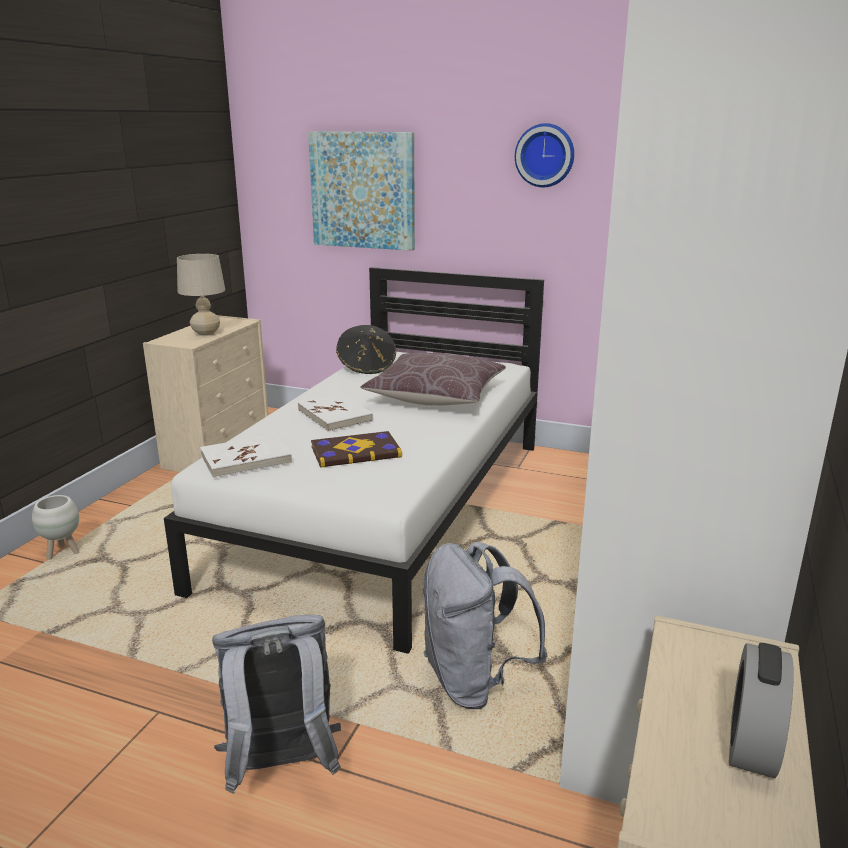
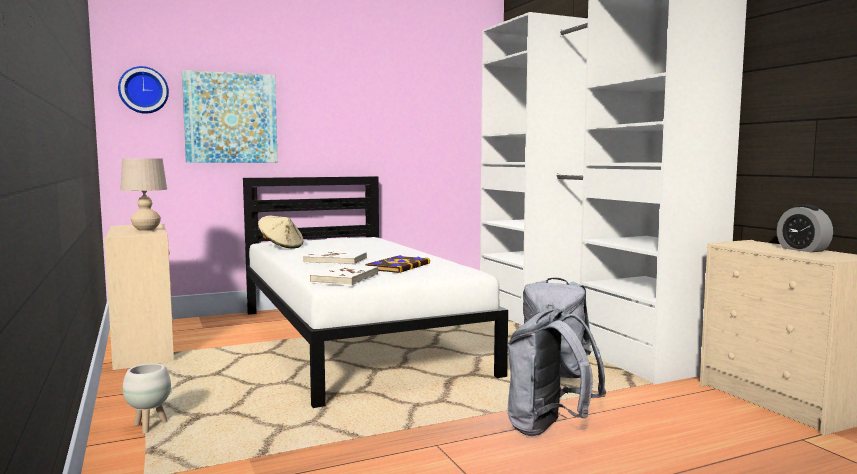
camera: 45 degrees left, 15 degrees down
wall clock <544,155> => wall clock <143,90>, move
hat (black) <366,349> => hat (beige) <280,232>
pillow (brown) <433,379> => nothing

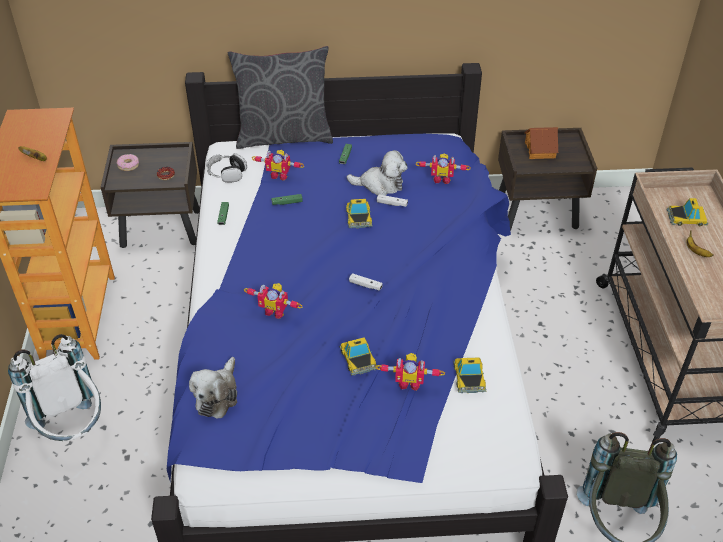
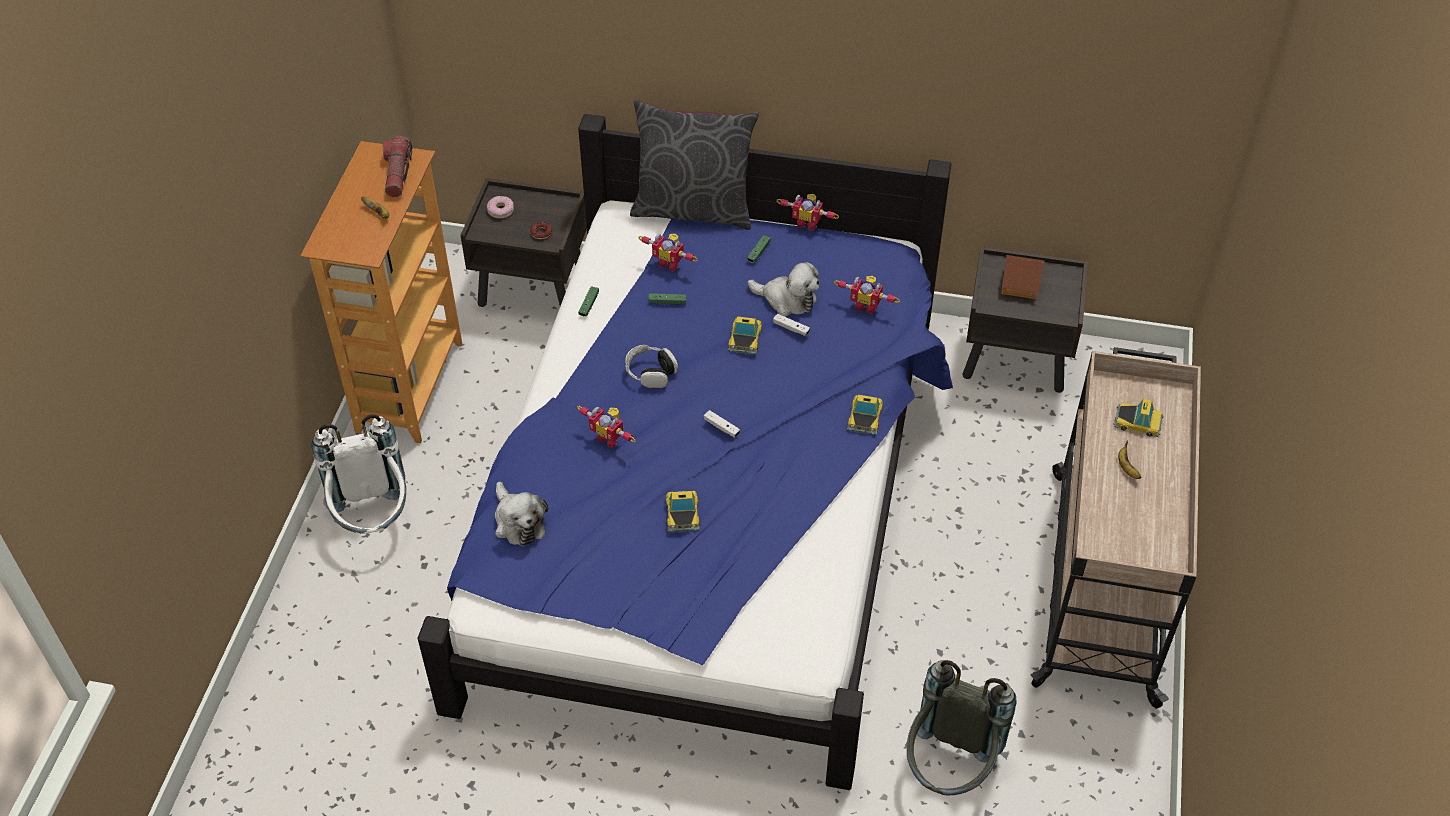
camera: 15 degrees right, 5 degrees up
headphones <227,168> => headphones <651,366>, move
toy robot <410,371> => toy robot <807,212>, move
plush toy <213,387> => plush toy <521,514>, 60 degrees counterclockwise
toy car <469,375> => toy car <865,415>, move
nothing => flashlight <398,166>

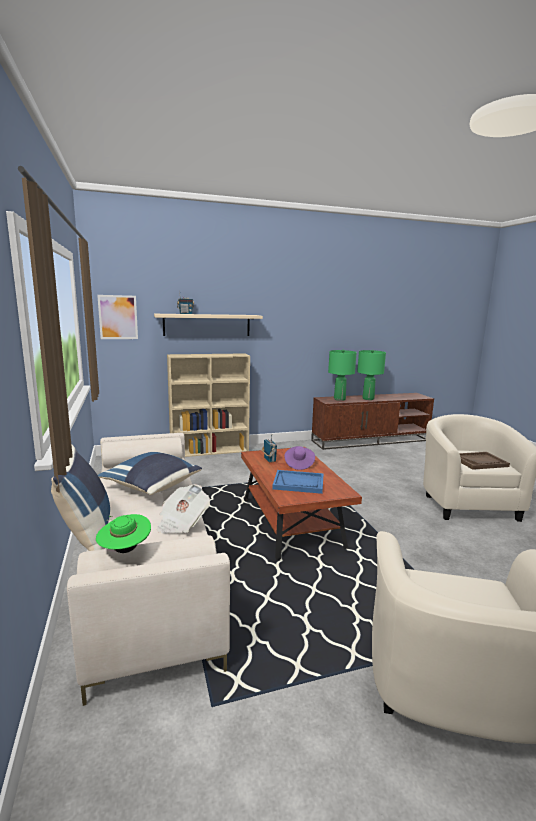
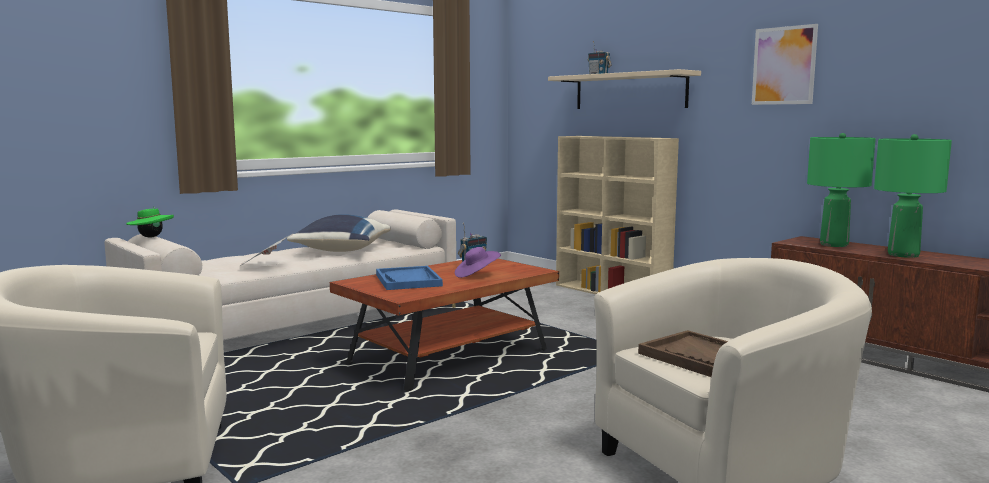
camera: 65 degrees right, 5 degrees down
picture <117,317> => picture <785,64>, move
pillow (blue) <80,497> => nothing

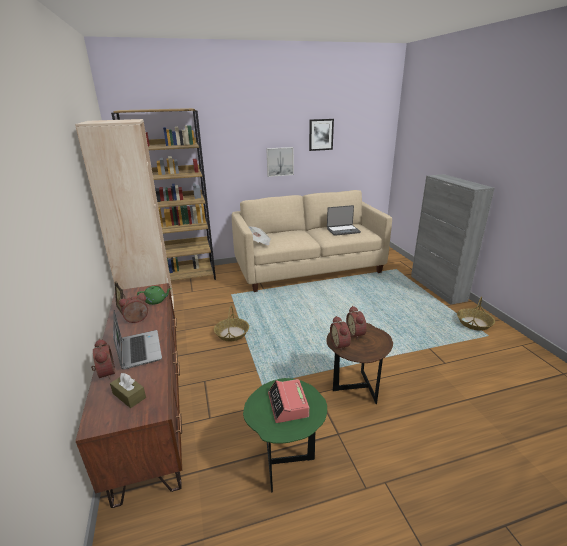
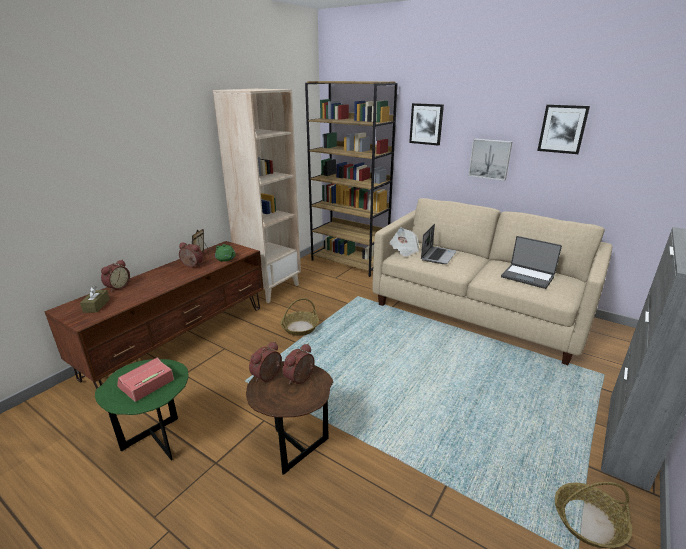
camera: 50 degrees right, 0 degrees up
laptop <137,340> => laptop <439,244>, move
nothing => picture <426,124>

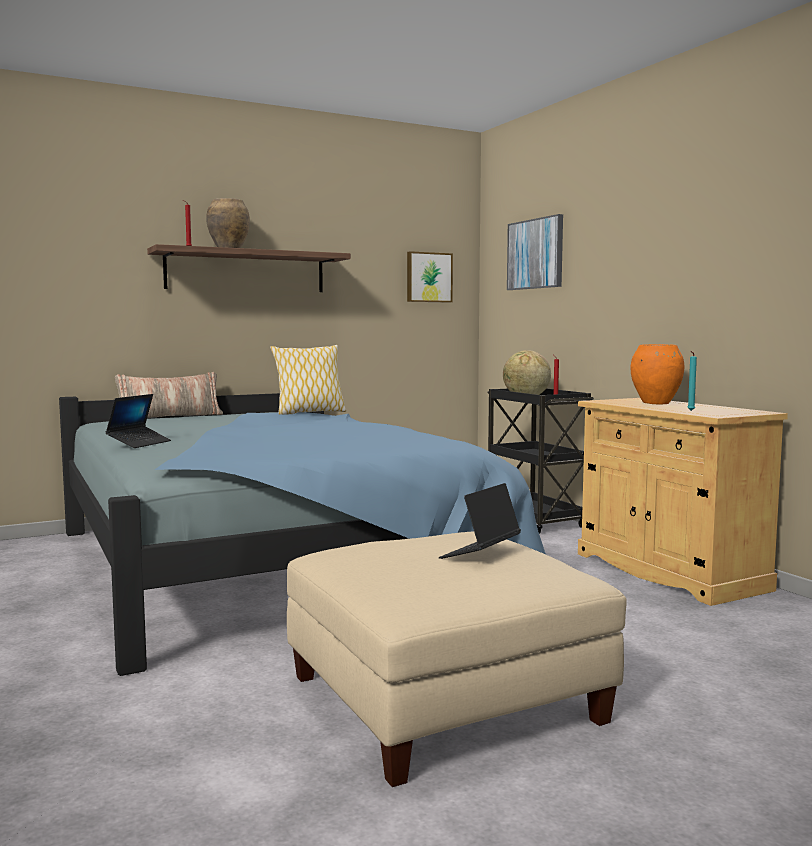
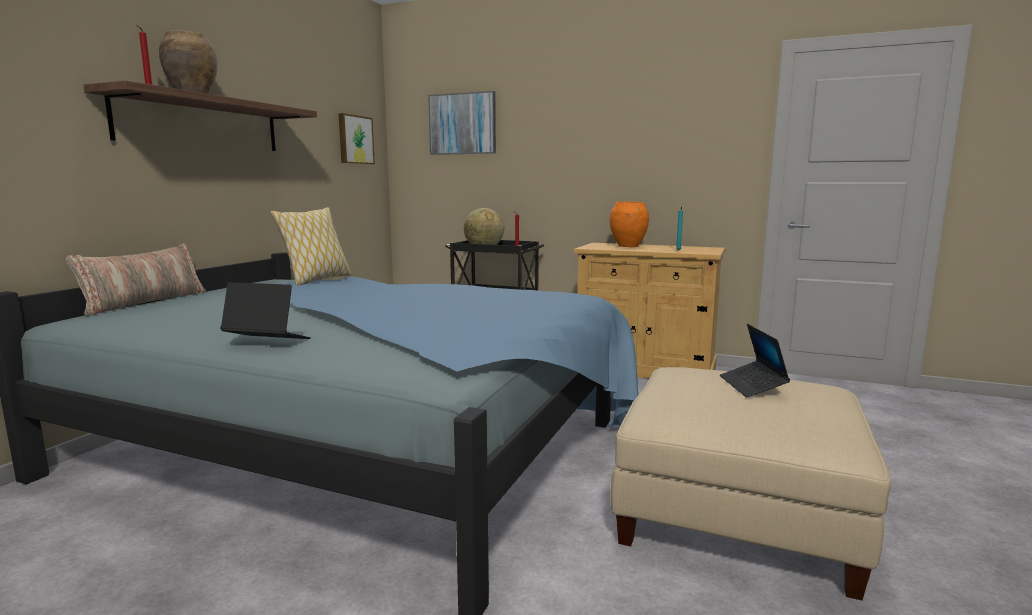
camera: 40 degrees left, 5 degrees up
laptop <138,421> => laptop <265,310>, 60 degrees counterclockwise

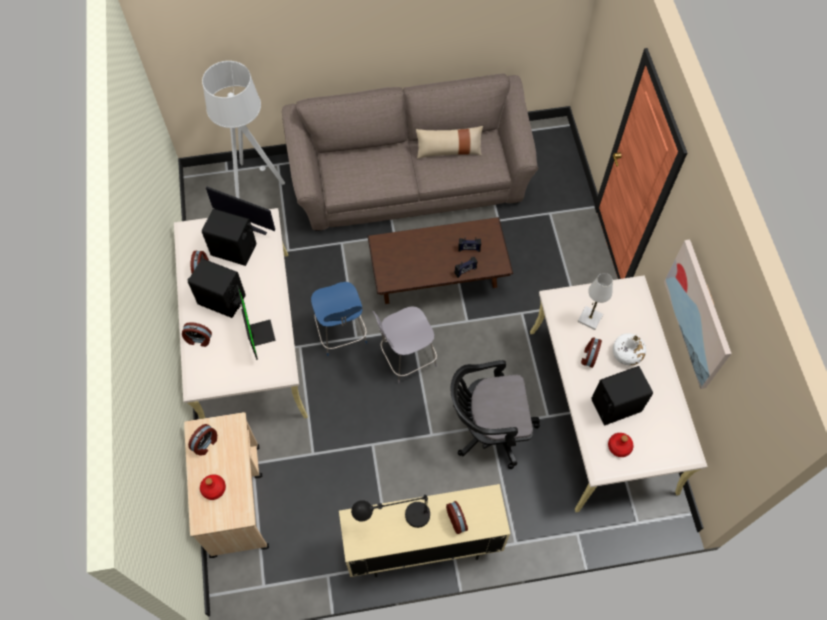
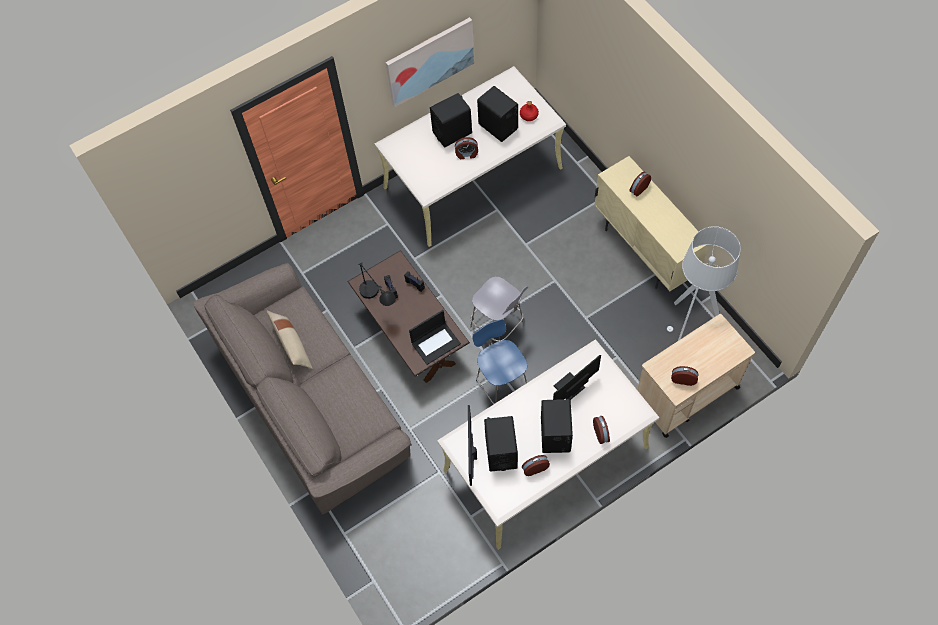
camera: 110 degrees left, 0 degrees up
floor lamp (grey) <243,130> => floor lamp (grey) <704,283>, move
table lamp (white) <595,301> => nothing
chair (blue) <339,319> => chair (blue) <500,361>, 75 degrees counterclockwise
bottle (white) <629,349> => speaker (black) <451,120>
office chair (black) <495,414> => nothing
bottle (red) <213,487> => nothing
table lamp (black) <390,511> => table lamp (black) <377,284>, move
nothing => laptop <435,337>

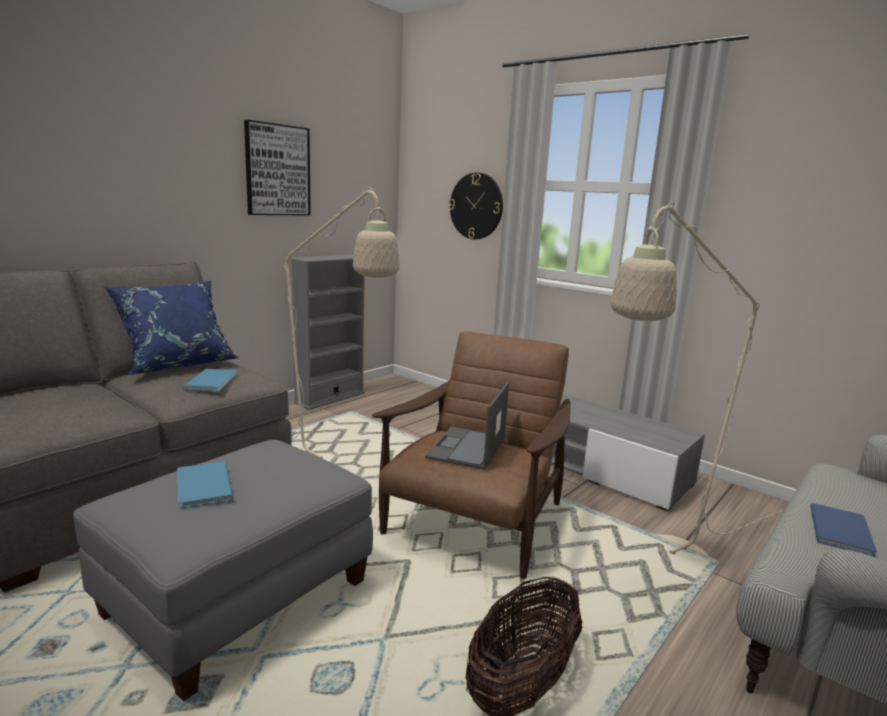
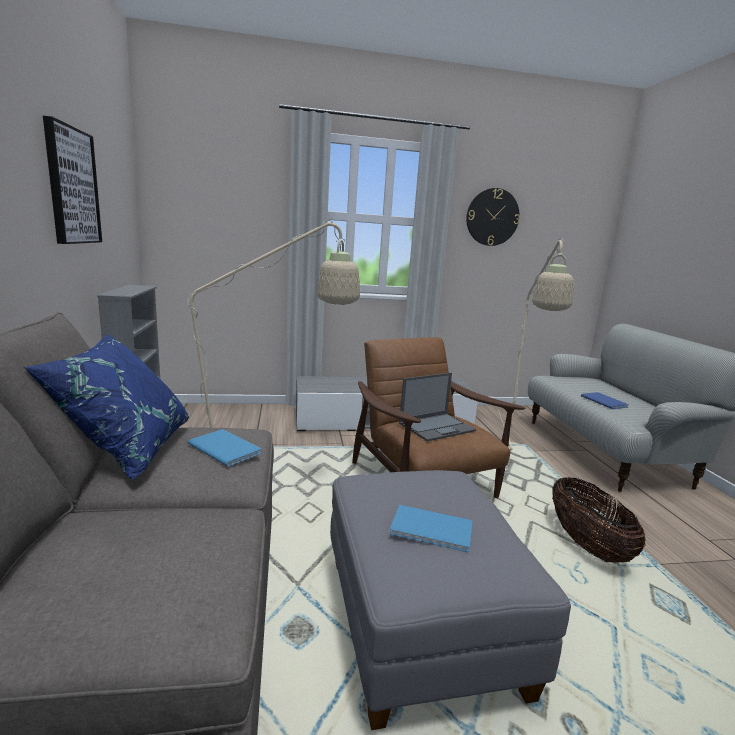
camera: 50 degrees left, 0 degrees up
wall clock <476,205> => wall clock <493,217>, move
laptop <467,426> => laptop <437,407>, 90 degrees counterclockwise

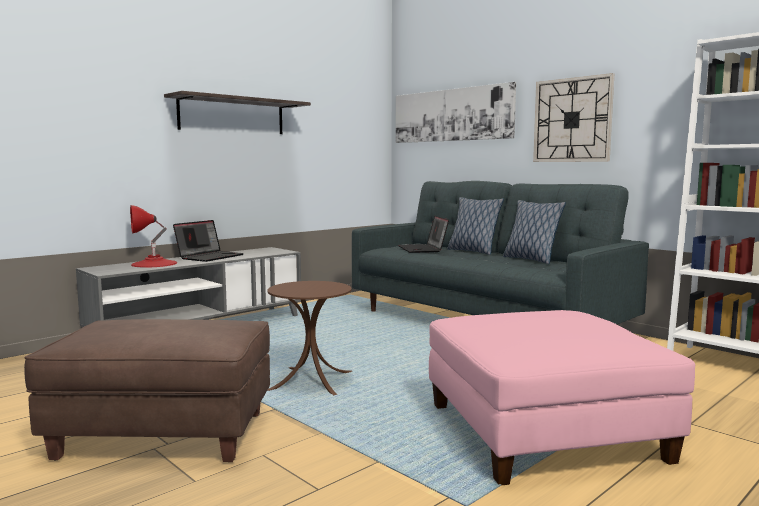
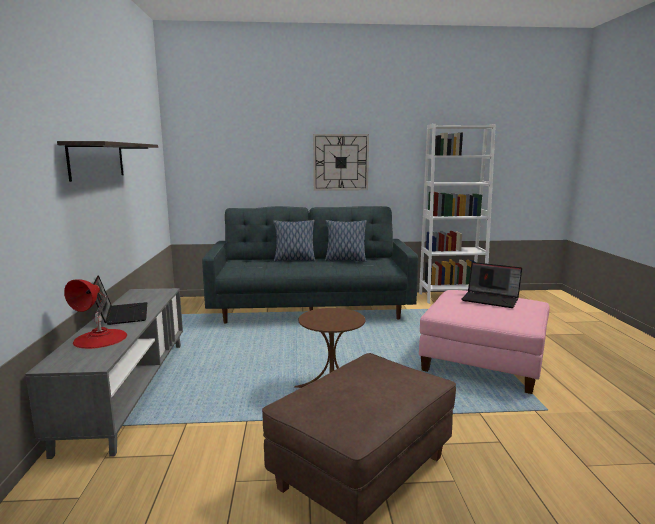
camera: 50 degrees left, 5 degrees up
picture <456,112> => nothing
laptop <423,234> => laptop <491,285>, move

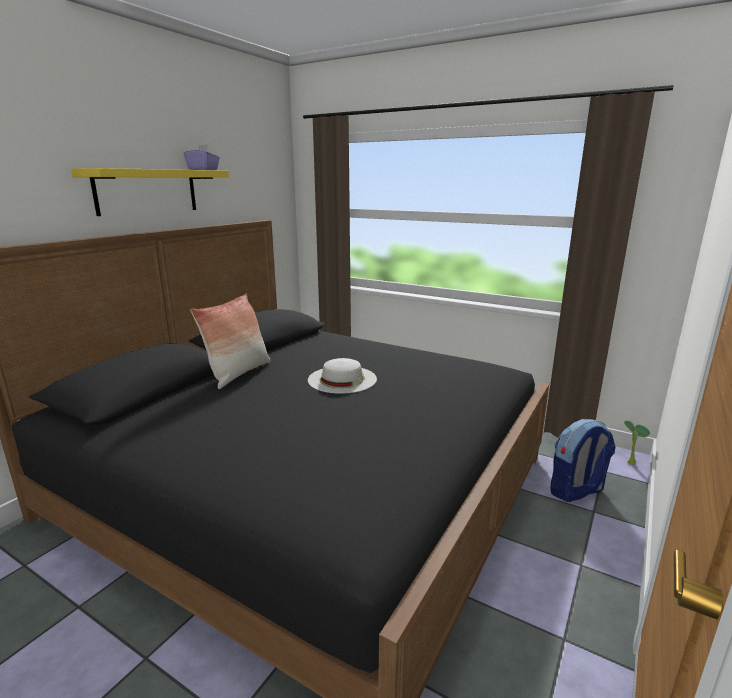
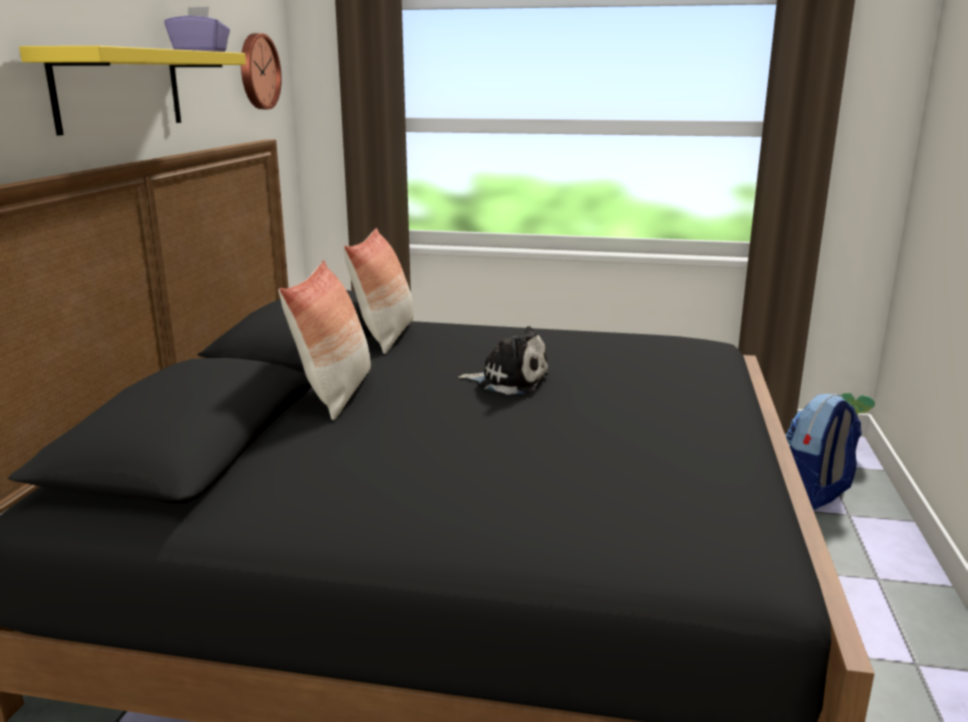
camera: 20 degrees left, 0 degrees up
hat (white) <342,376> => plush toy <503,360>
nothing => wall clock <261,71>
nothing => pillow <378,291>

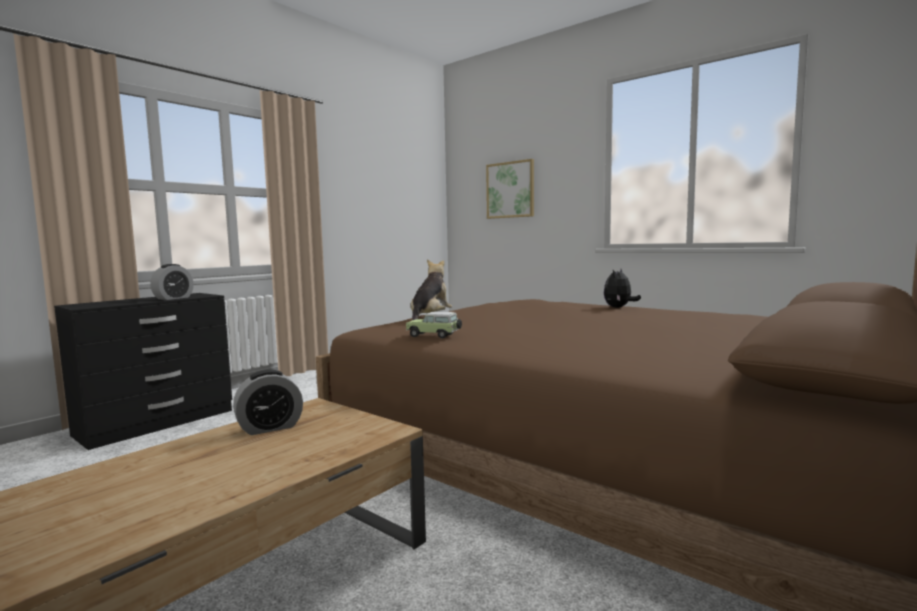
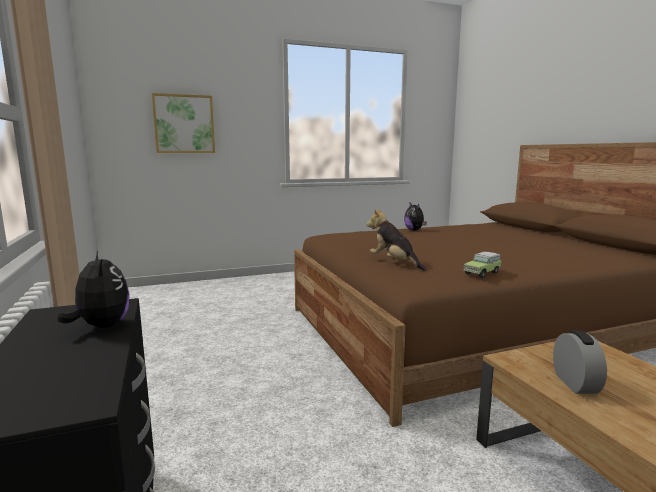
camera: 60 degrees left, 5 degrees up
alarm clock <172,282> => plush toy <94,289>

